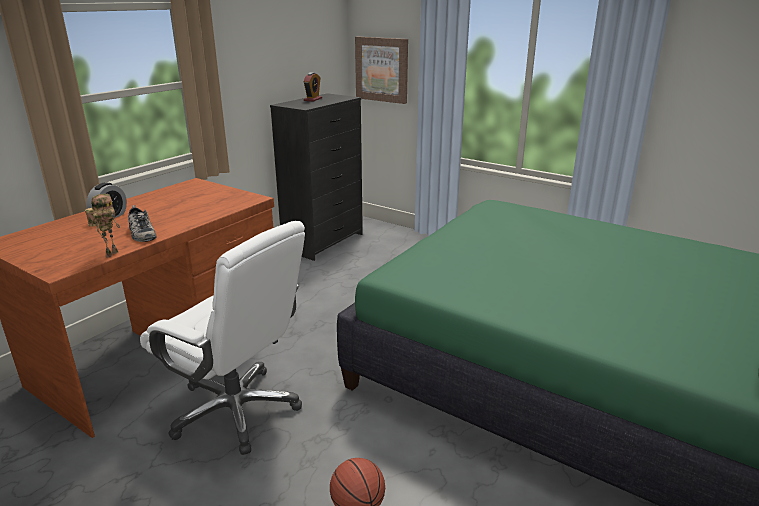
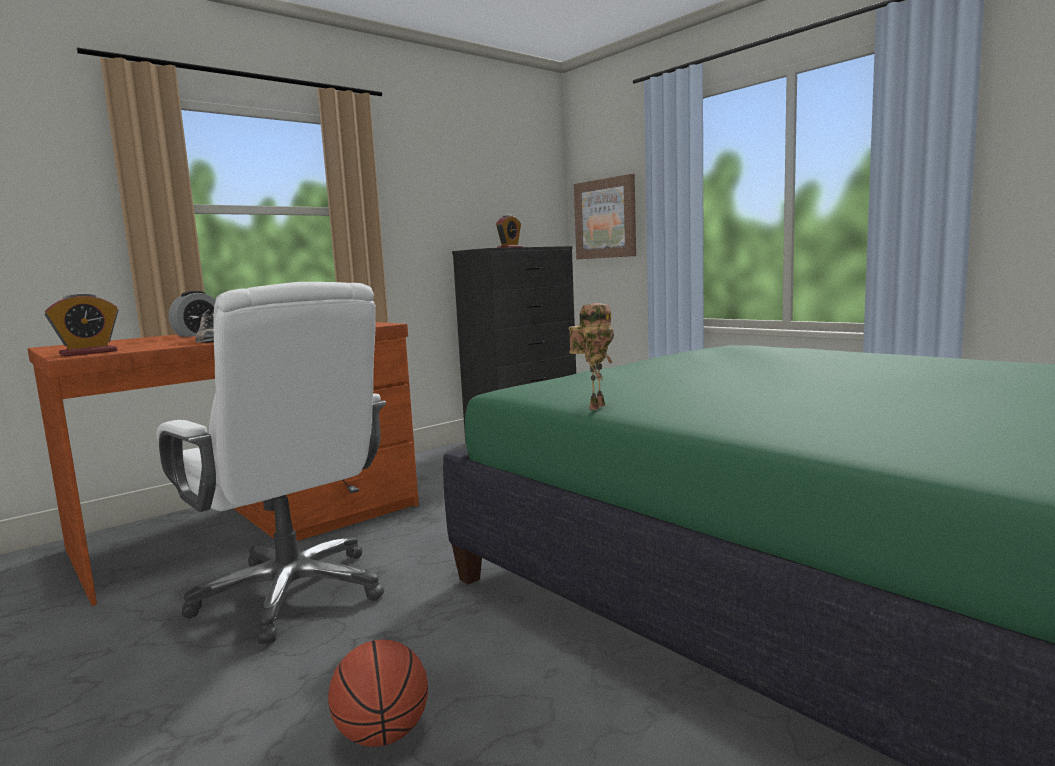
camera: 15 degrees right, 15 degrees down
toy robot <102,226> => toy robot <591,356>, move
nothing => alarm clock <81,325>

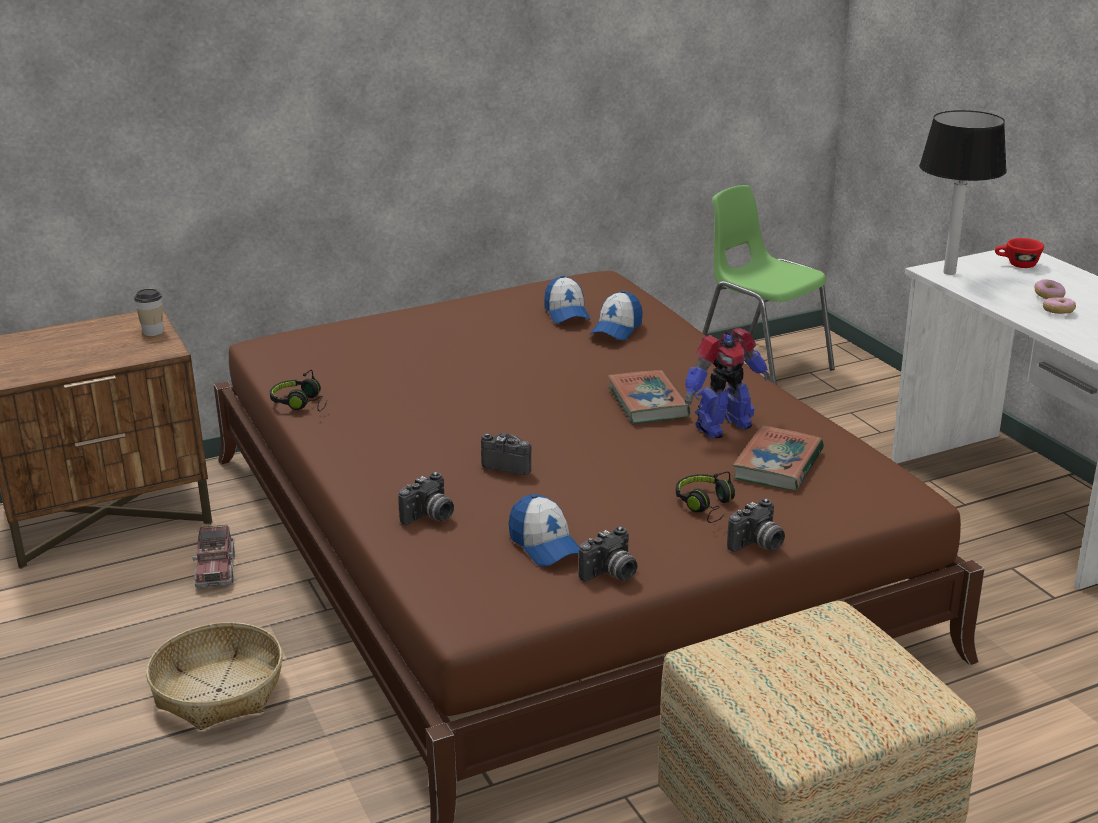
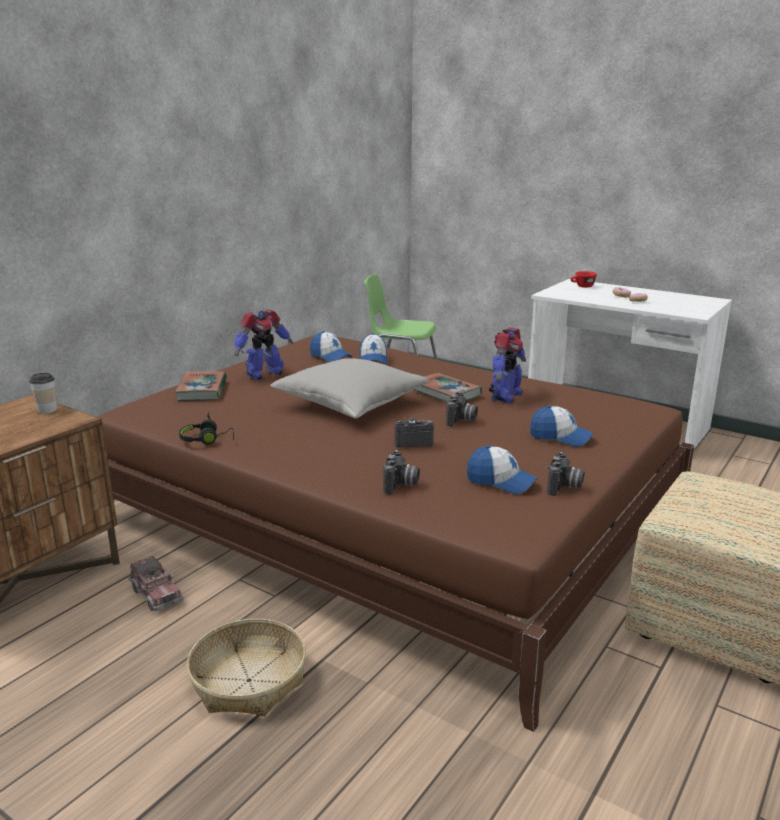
camera: 30 degrees left, 5 degrees down
table lamp <963,192> => nothing
book <778,457> => book <201,386>, move
headphones (black) <705,497> => cap <561,426>
photo camera <756,525> => photo camera <462,408>, move
nothing => toy robot <263,344>
nothing => pillow (grey) <349,388>

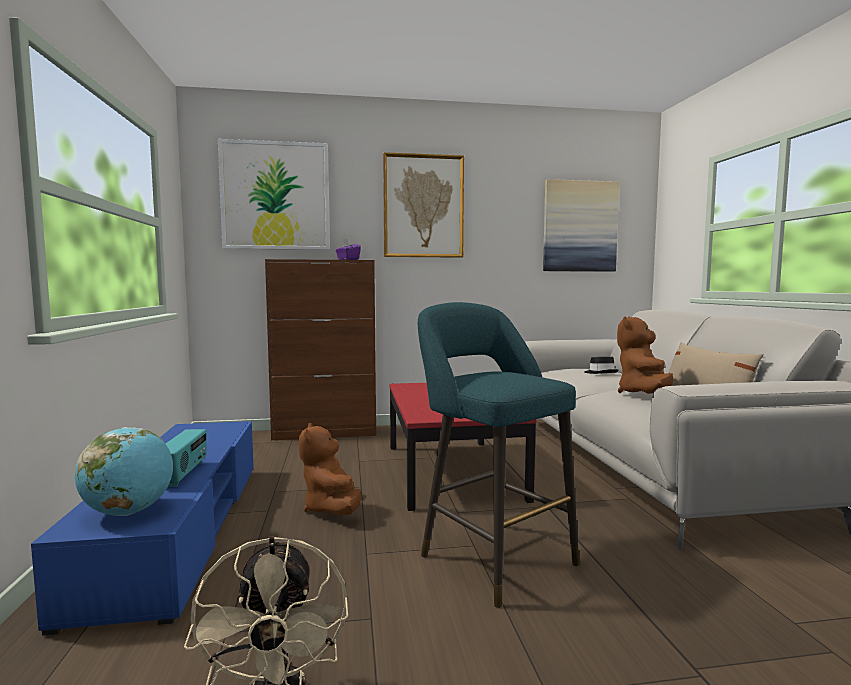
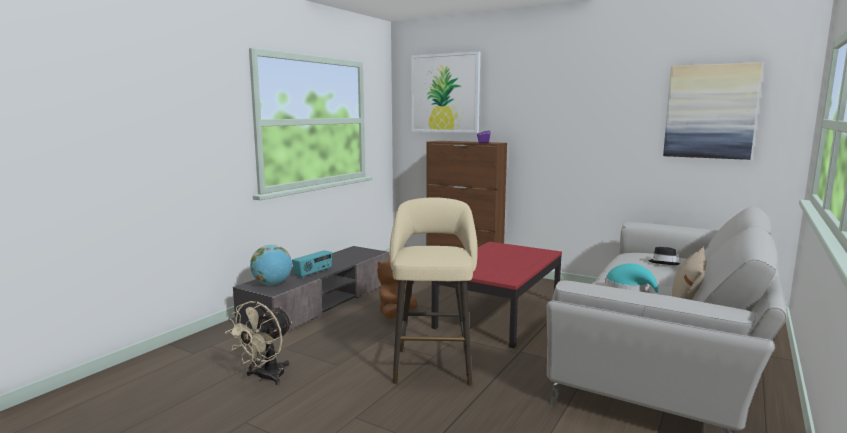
camera: 40 degrees right, 5 degrees up
picture <423,205> => nothing
stool (turquoise) <498,455> => stool (beige) <434,291>
plush toy (brown) <645,355> => hat (turquoise) <632,279>
tv stand (blue) <142,528> => tv stand (grey) <311,288>

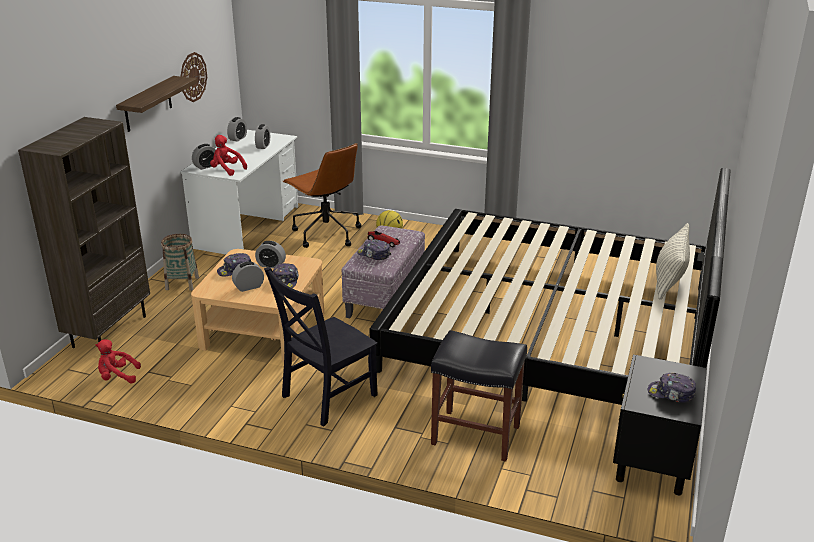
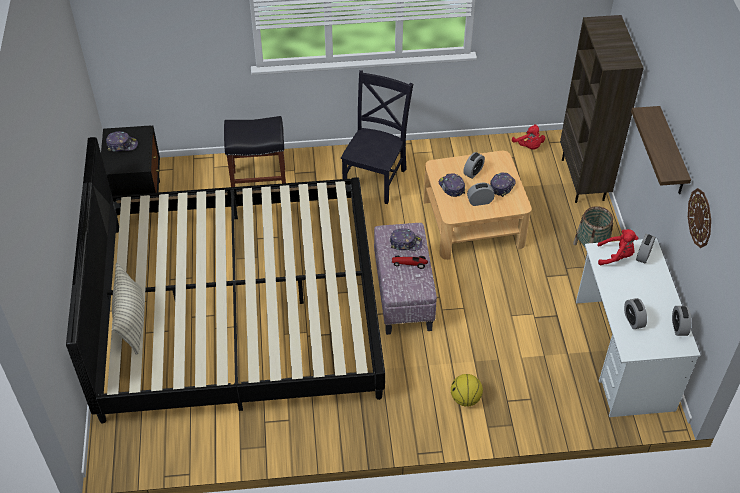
camera: 155 degrees right, 20 degrees up
office chair (brown) <322,195> => nothing
plush toy (red) <118,361> => plush toy (red) <528,137>, 90 degrees clockwise

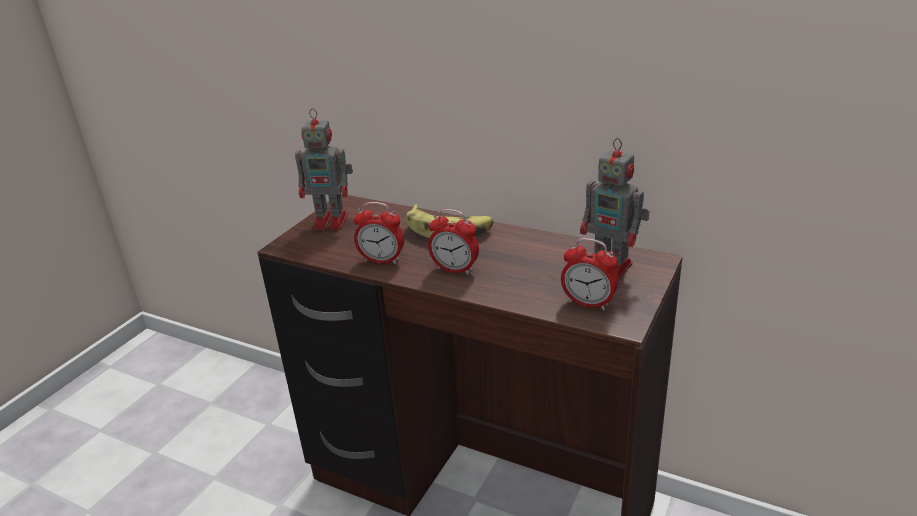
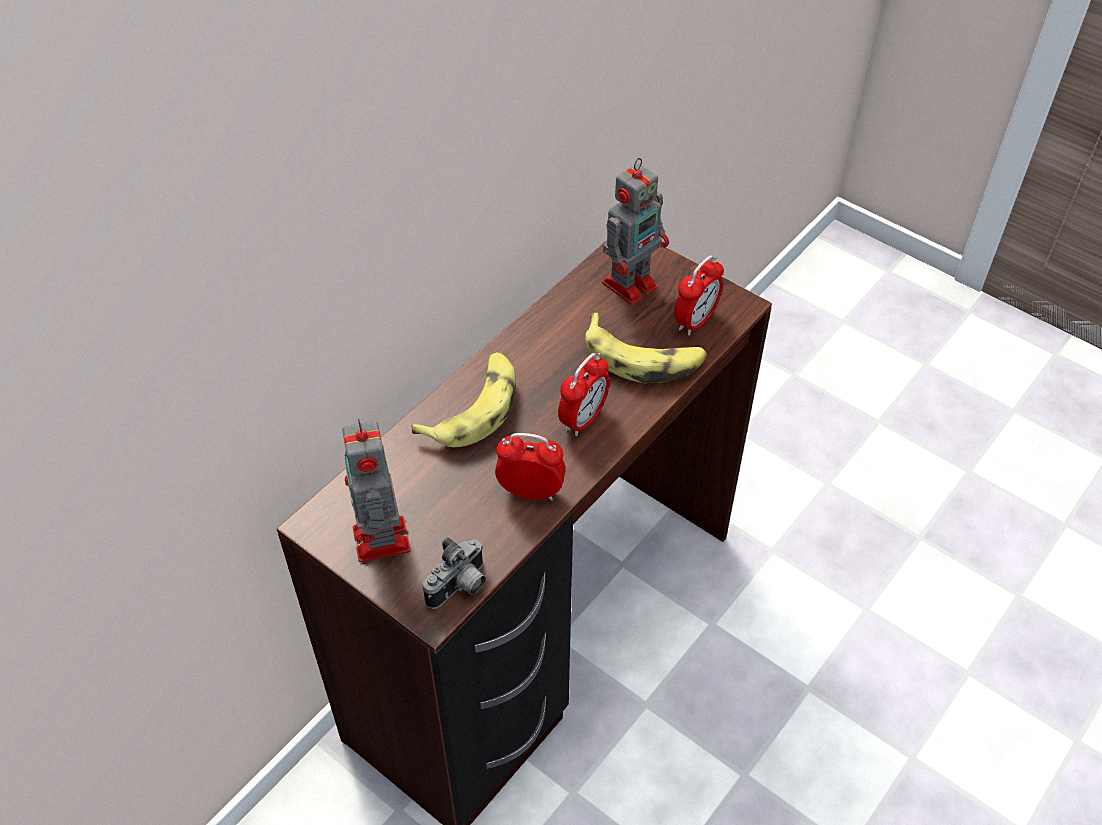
camera: 80 degrees left, 20 degrees up
toy robot <324,169> => toy robot <376,490>, 150 degrees clockwise
alarm clock <379,233> => alarm clock <530,467>, 105 degrees counterclockwise
nothing => banana <646,347>
nothing => photo camera <454,573>

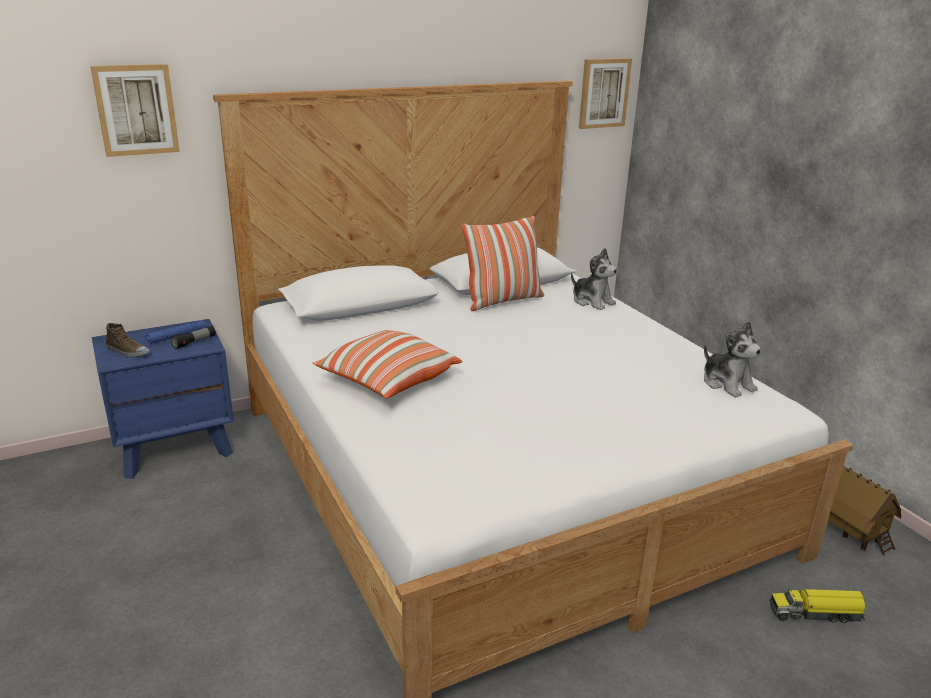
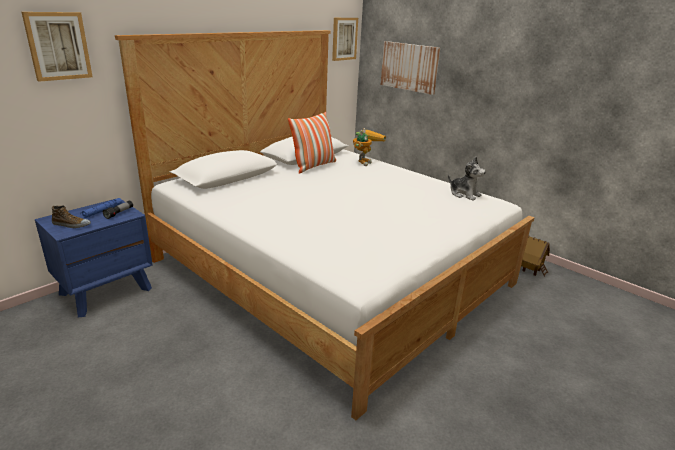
camera: 20 degrees left, 0 degrees up
plush toy <594,279> => toy robot <369,147>
pillow <387,364> => nothing
toy truck <817,606> => nothing
nothing => picture <410,68>

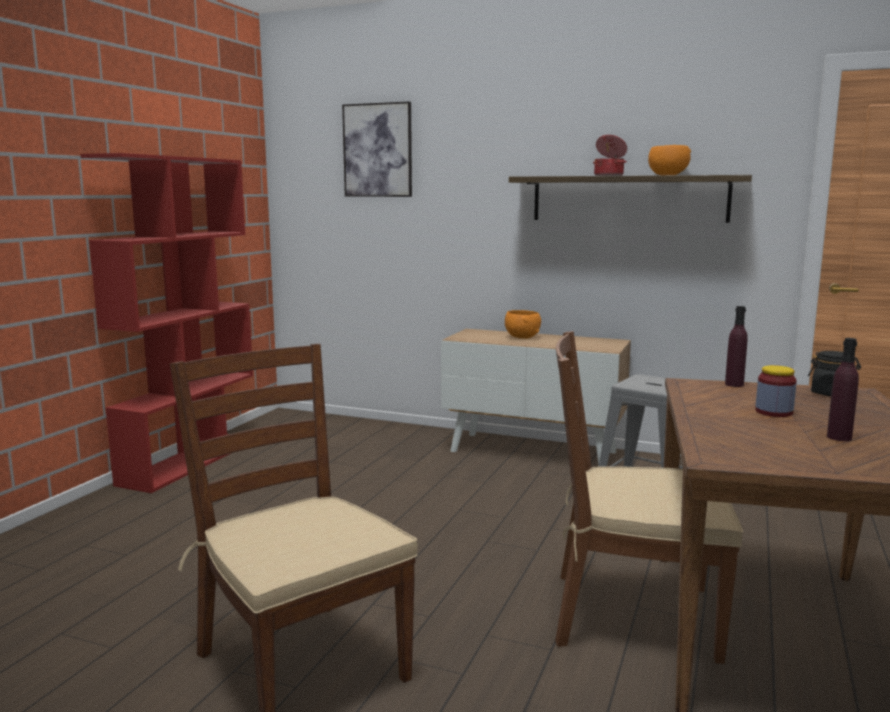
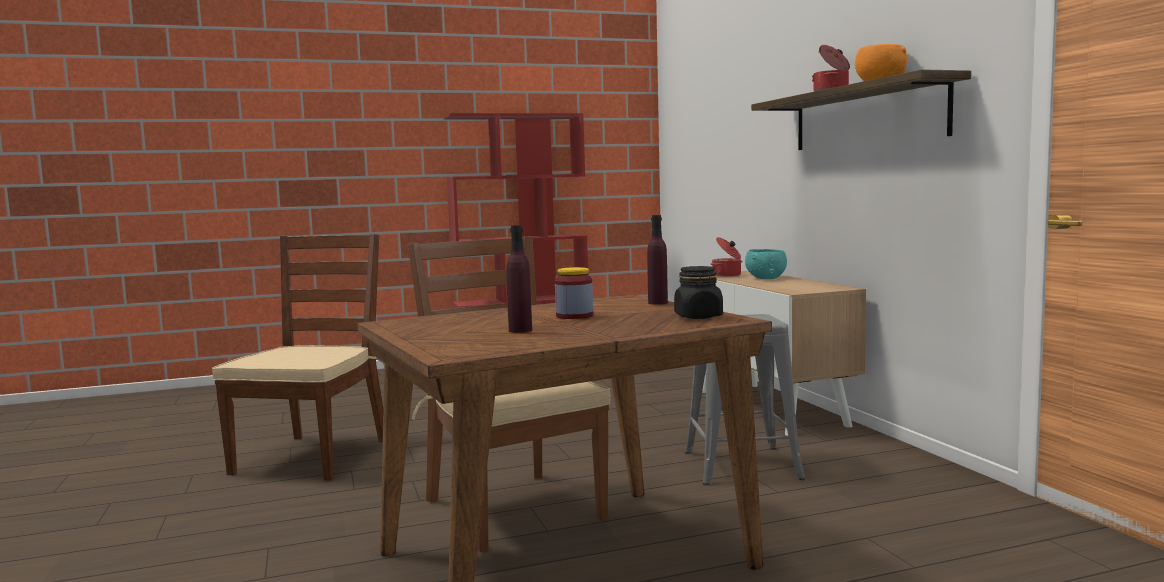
camera: 50 degrees right, 5 degrees down
picture <377,149> => nothing
bowl (orange) <523,324> => bowl (turquoise) <766,264>
nothing => cooking pot <727,257>

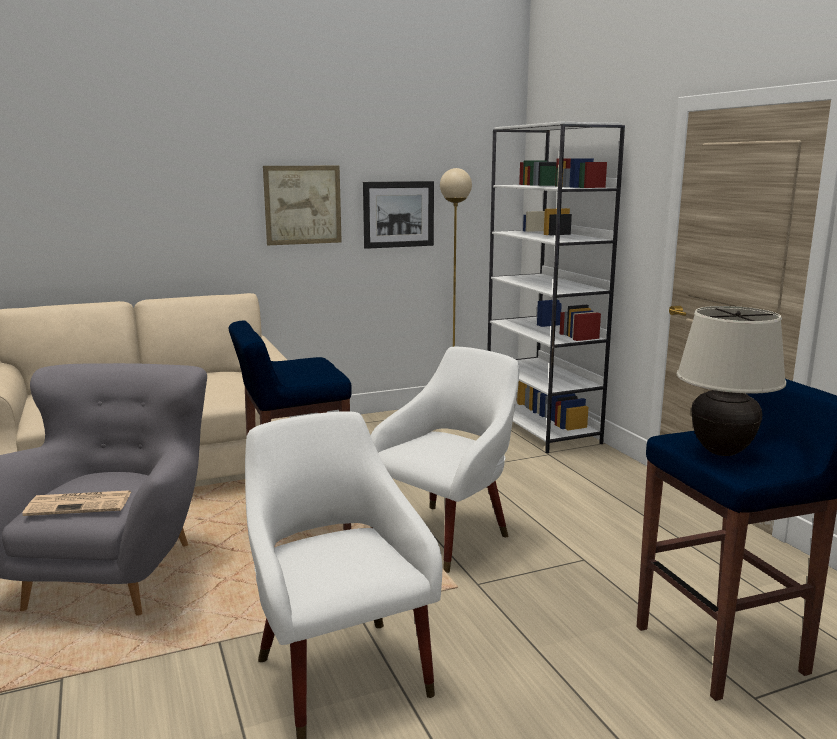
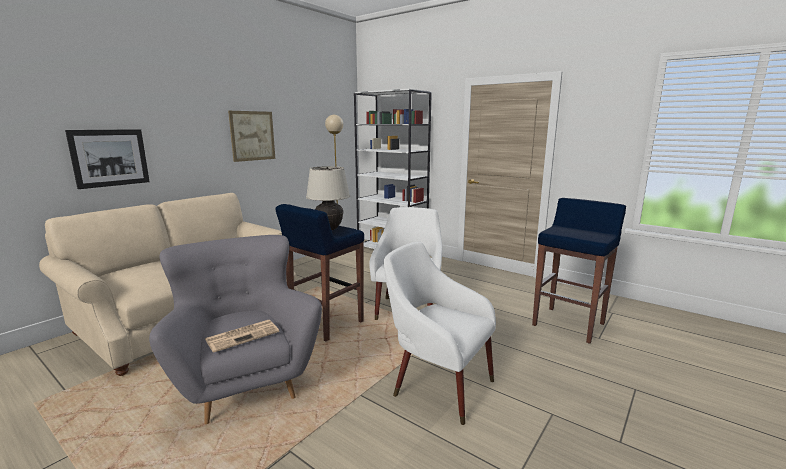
camera: 30 degrees left, 0 degrees up
picture <398,215> => picture <107,159>, move
table lamp (beige) <731,381> => table lamp (beige) <328,198>, move

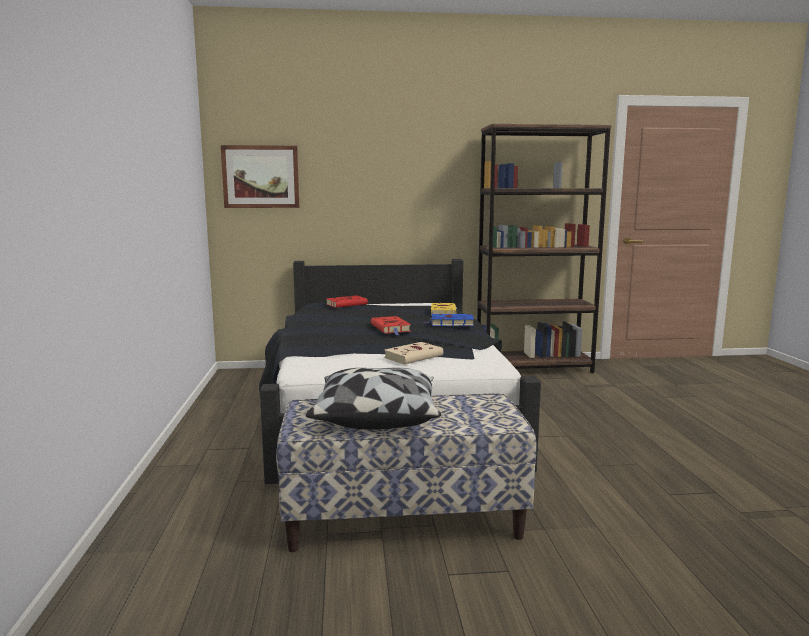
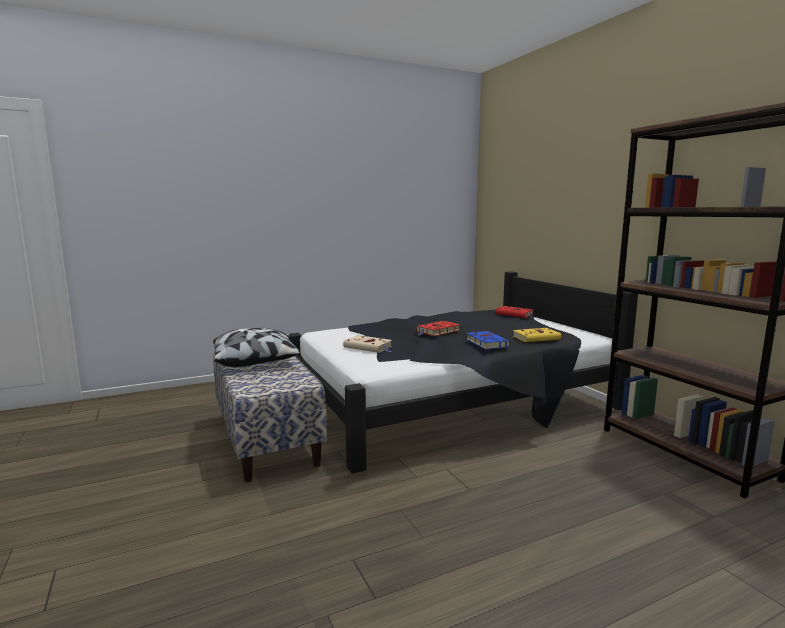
camera: 70 degrees right, 0 degrees up
picture <260,176> => nothing

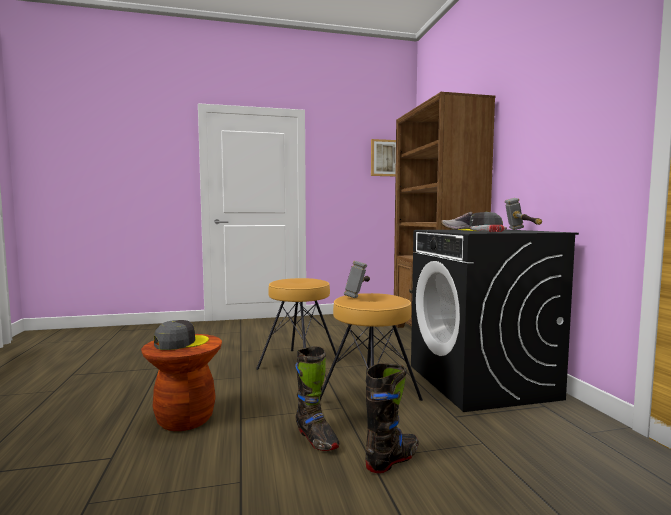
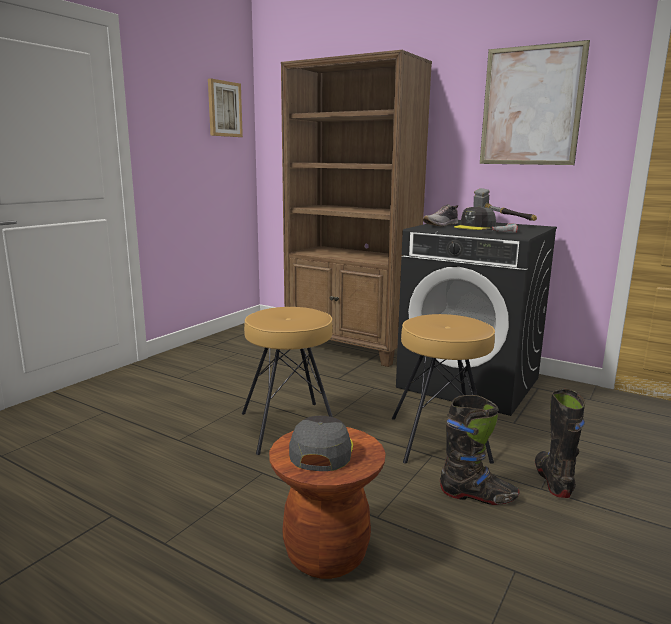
camera: 45 degrees left, 10 degrees up
hammer <357,279> => nothing
nothing => picture <535,102>

